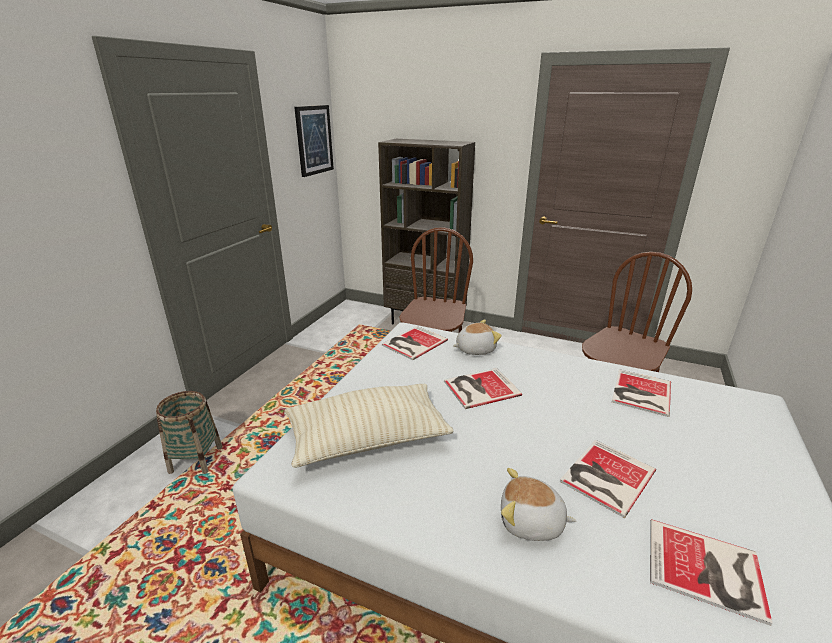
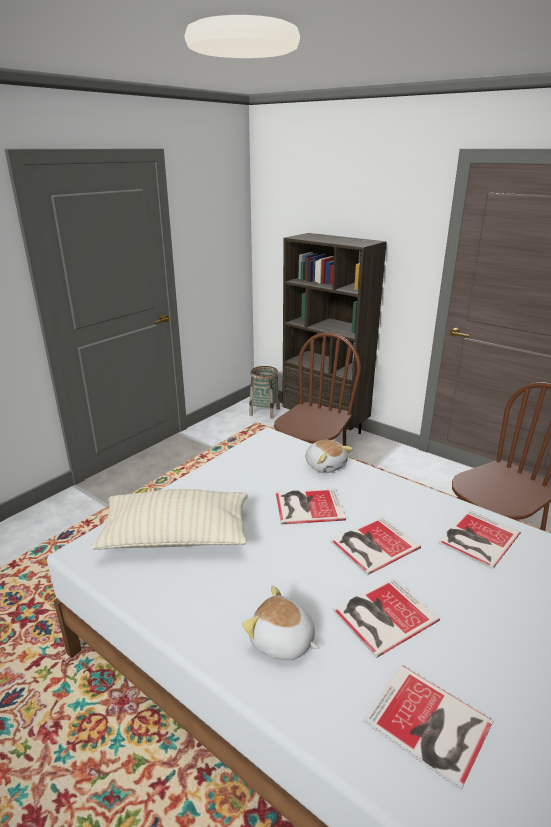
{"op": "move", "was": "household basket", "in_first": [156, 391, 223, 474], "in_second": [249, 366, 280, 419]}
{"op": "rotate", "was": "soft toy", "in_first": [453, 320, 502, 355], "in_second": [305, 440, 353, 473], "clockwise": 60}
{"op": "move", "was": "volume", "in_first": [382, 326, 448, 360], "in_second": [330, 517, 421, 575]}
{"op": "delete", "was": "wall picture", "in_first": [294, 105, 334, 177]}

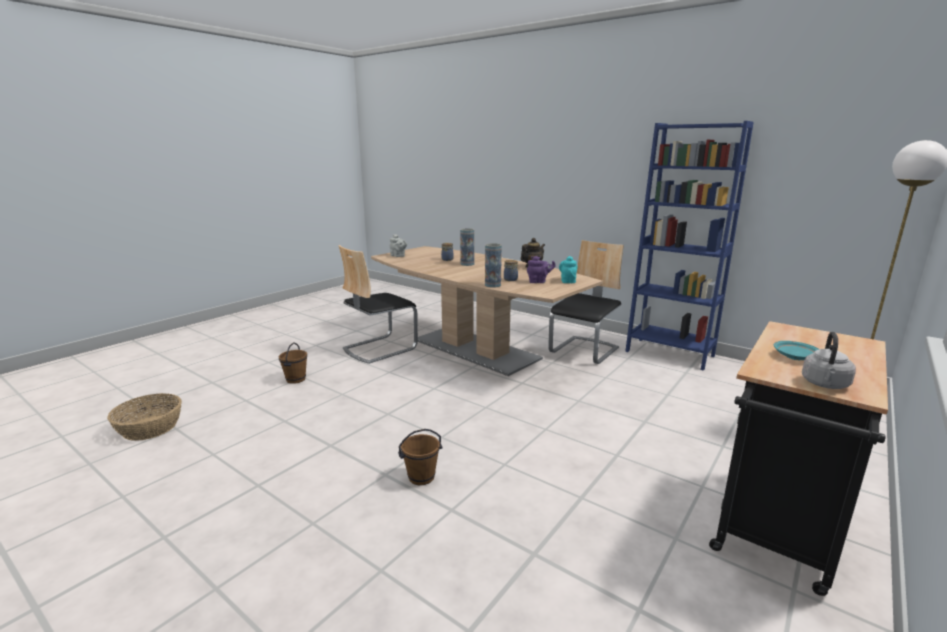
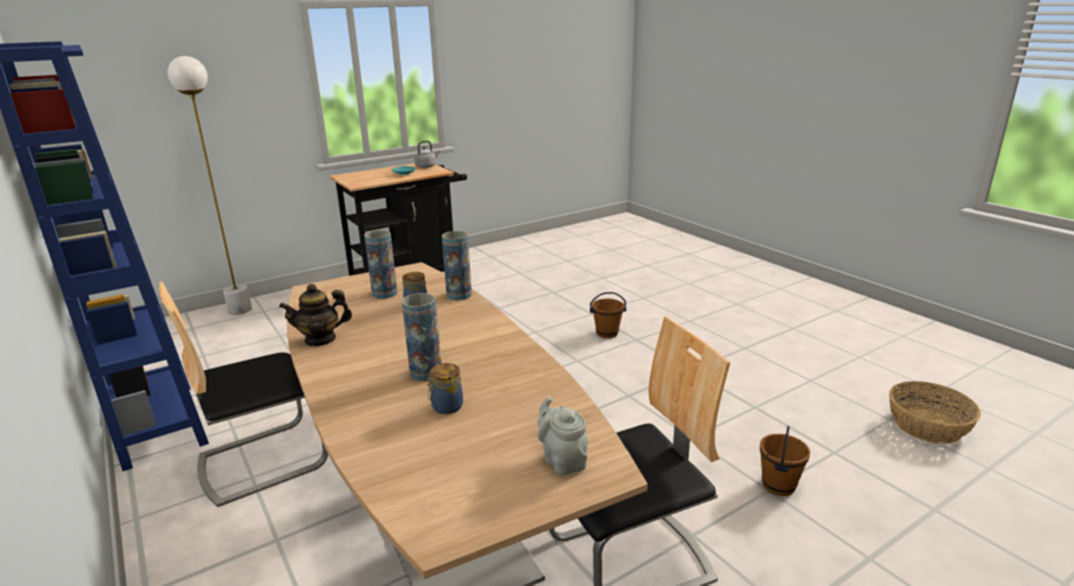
{"op": "replace", "was": "purple tea pot", "now": "vase", "in_first": [527, 256, 556, 283], "in_second": [364, 230, 397, 299]}
{"op": "delete", "was": "turquoise-coloured tea pot", "in_first": [559, 256, 578, 283]}

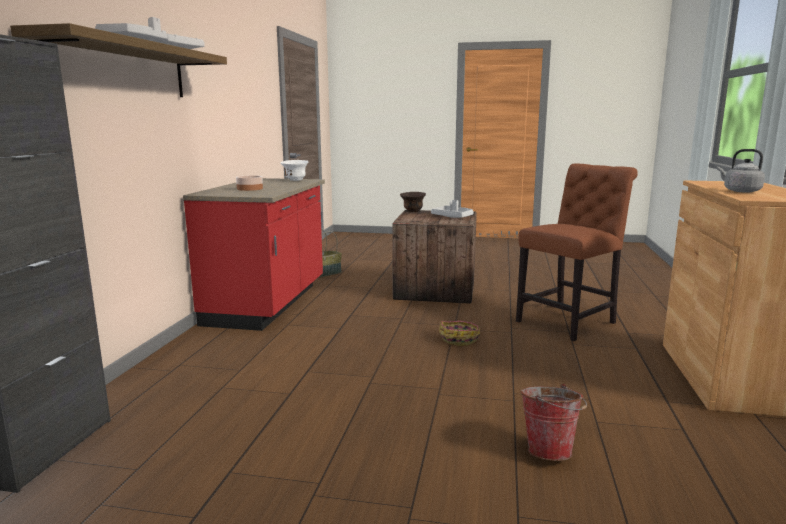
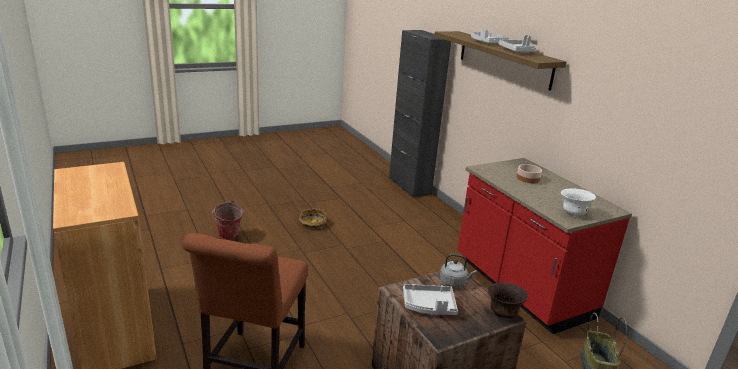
{"op": "move", "was": "household basket", "in_first": [439, 321, 480, 346], "in_second": [299, 208, 327, 229]}
{"op": "move", "was": "greyish water kettle", "in_first": [717, 149, 765, 193], "in_second": [440, 254, 477, 287]}

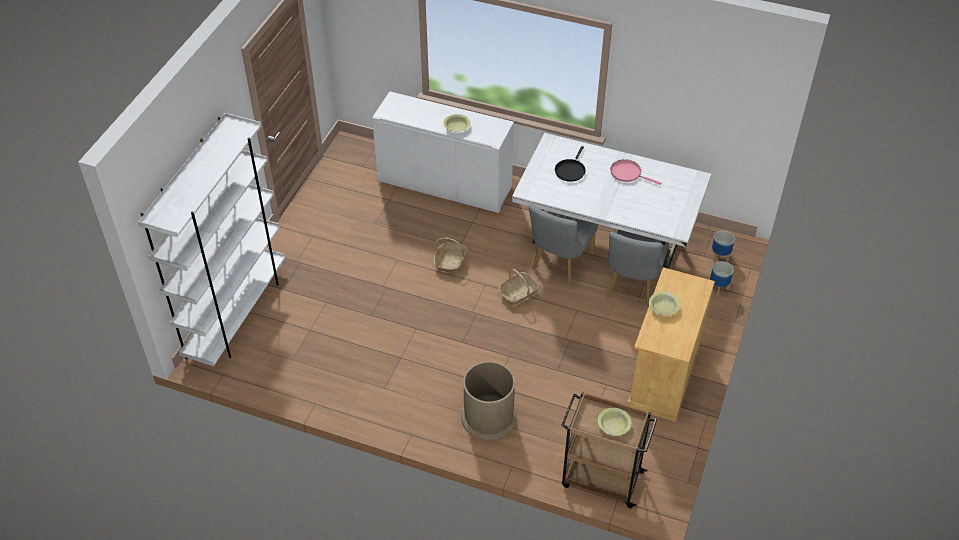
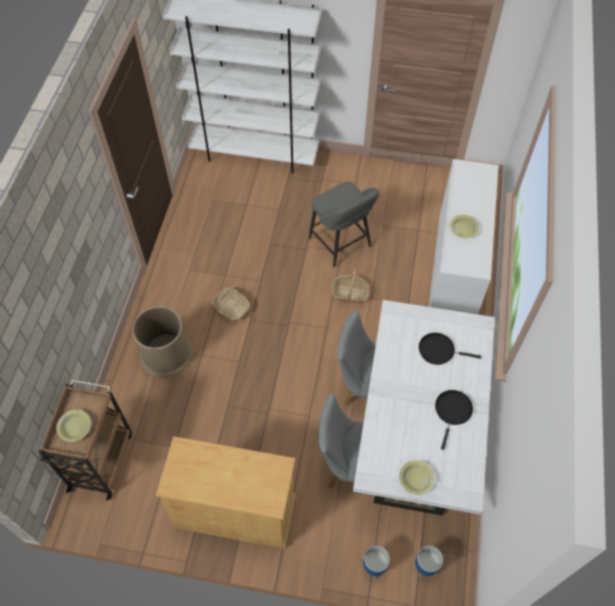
{"op": "move", "was": "household basket", "in_first": [499, 269, 539, 305], "in_second": [212, 286, 250, 322]}
{"op": "insert", "now": "greyish stool seat", "in_second": [309, 181, 379, 267]}
{"op": "move", "was": "yellowish deep dish", "in_first": [649, 292, 680, 315], "in_second": [399, 460, 435, 495]}
{"op": "recolor", "was": "pink frying pan", "now": "black-coloured frying pan", "in_first": [610, 159, 661, 185], "in_second": [435, 390, 473, 450]}

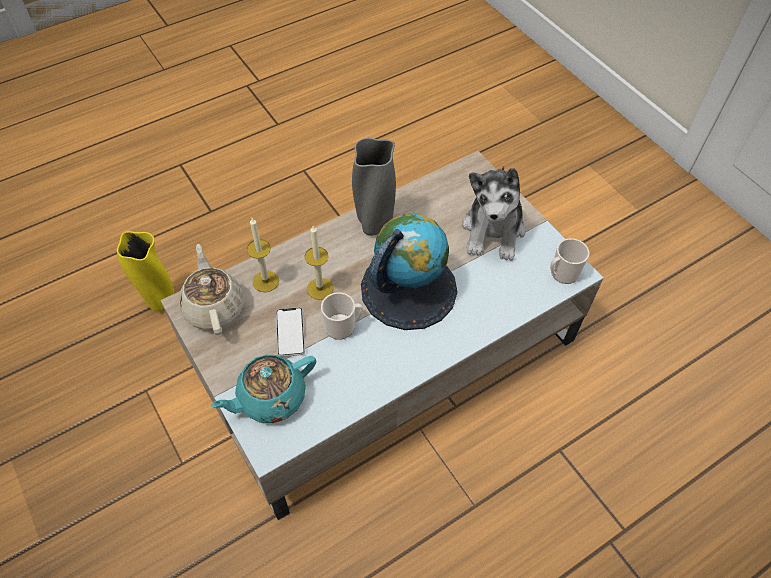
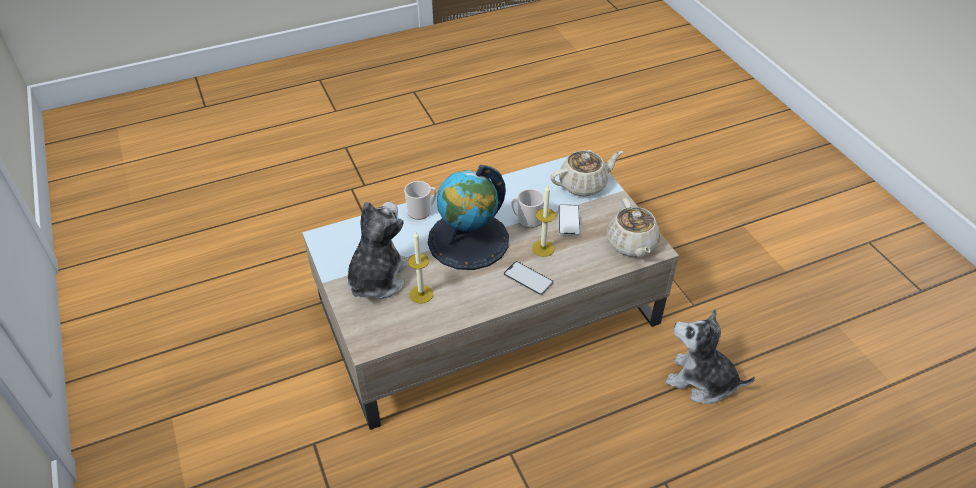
{"op": "move", "was": "coffee mug", "in_first": [550, 238, 589, 284], "in_second": [404, 181, 437, 220]}
{"op": "move", "was": "wax candle", "in_first": [247, 218, 279, 292], "in_second": [408, 231, 433, 304]}
{"op": "insert", "now": "phone", "in_second": [504, 261, 554, 295]}
{"op": "recolor", "was": "turquoise-coloured tea pot", "now": "sand-coloured tea pot", "in_first": [210, 355, 316, 423], "in_second": [550, 150, 623, 196]}
{"op": "replace", "was": "yellowish vase", "now": "soft toy", "in_first": [117, 231, 174, 312], "in_second": [665, 309, 755, 404]}
{"op": "delete", "was": "greyish vase", "in_first": [352, 138, 396, 236]}

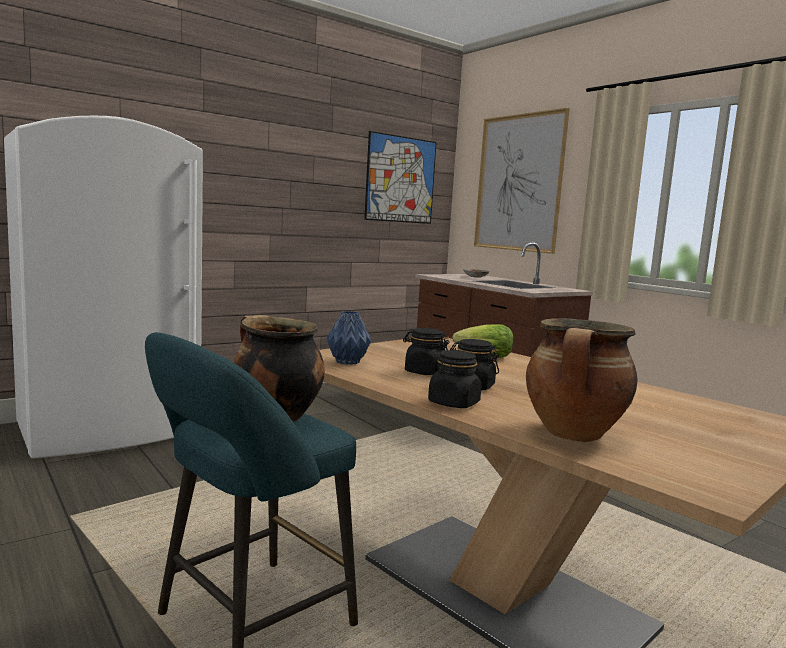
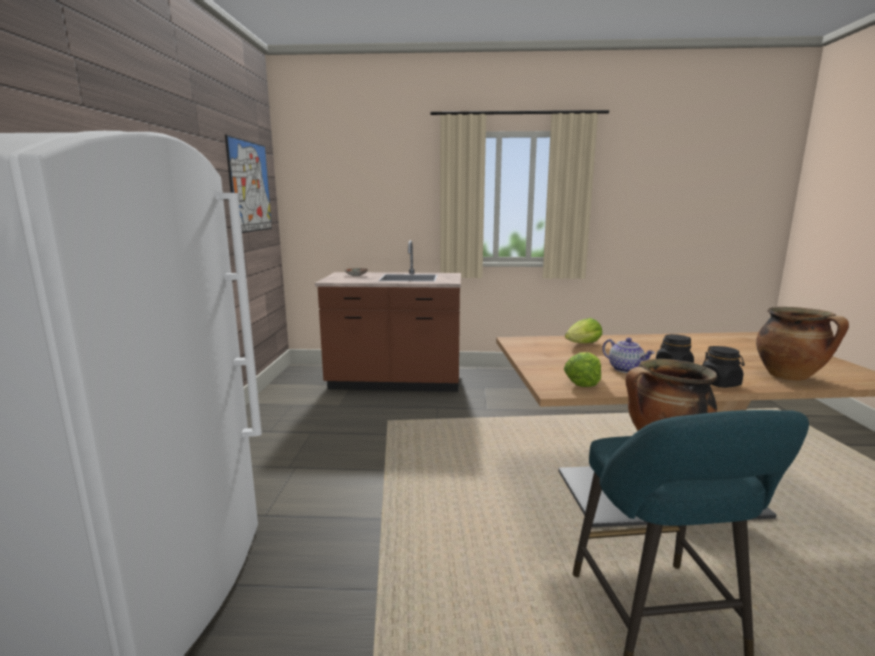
{"op": "replace", "was": "bluish vase", "now": "lettuce", "in_first": [326, 311, 371, 365], "in_second": [564, 352, 601, 387]}
{"op": "replace", "was": "black-coloured preserve jar", "now": "tea pot", "in_first": [403, 328, 449, 375], "in_second": [602, 338, 655, 373]}
{"op": "delete", "was": "wall picture", "in_first": [474, 108, 570, 254]}

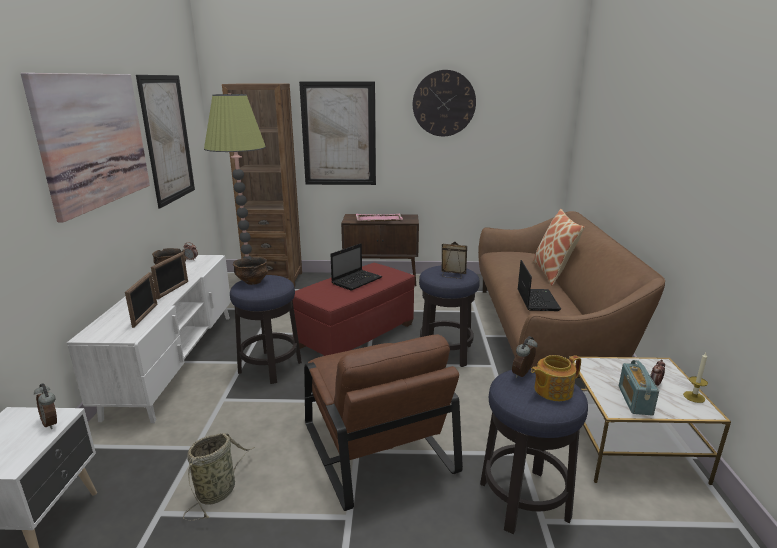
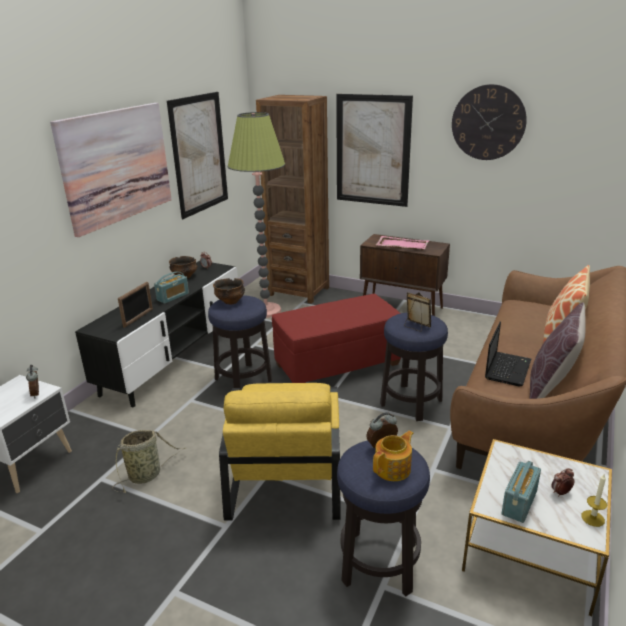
{"op": "recolor", "was": "white tv unit", "now": "black-coloured tv unit", "in_first": [67, 255, 231, 423], "in_second": [75, 261, 238, 408]}
{"op": "replace", "was": "standing frame", "now": "radio set", "in_first": [151, 252, 188, 299], "in_second": [154, 272, 189, 304]}
{"op": "recolor", "was": "brown armchair", "now": "yellowish armchair", "in_first": [304, 335, 463, 511], "in_second": [219, 383, 341, 521]}
{"op": "rotate", "was": "tea pot", "in_first": [531, 355, 581, 401], "in_second": [373, 431, 414, 481], "clockwise": 135}
{"op": "insert", "now": "brown throw pillow", "in_second": [529, 302, 586, 399]}
{"op": "delete", "was": "portable computer", "in_first": [330, 243, 382, 291]}

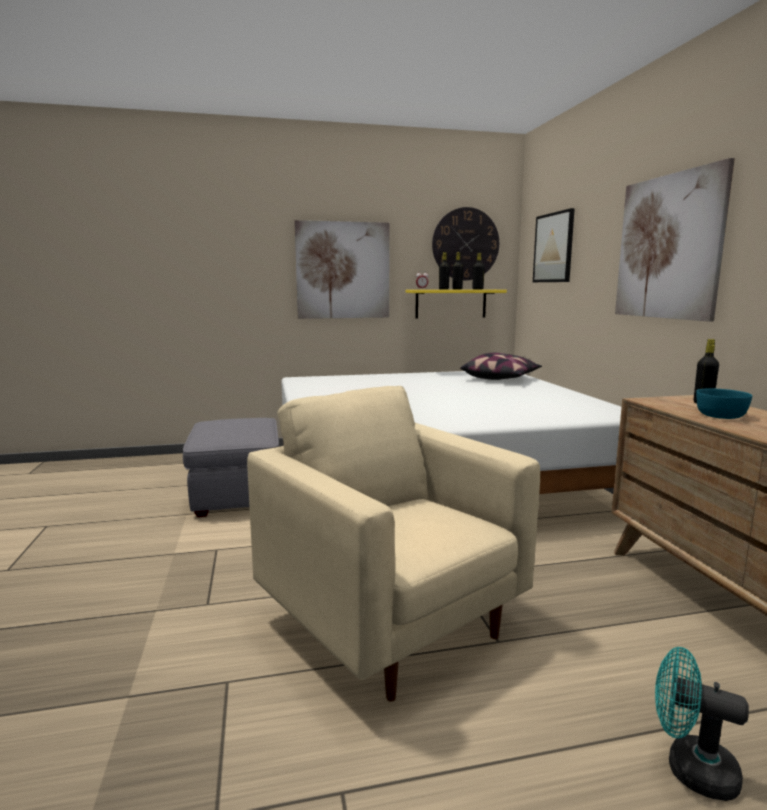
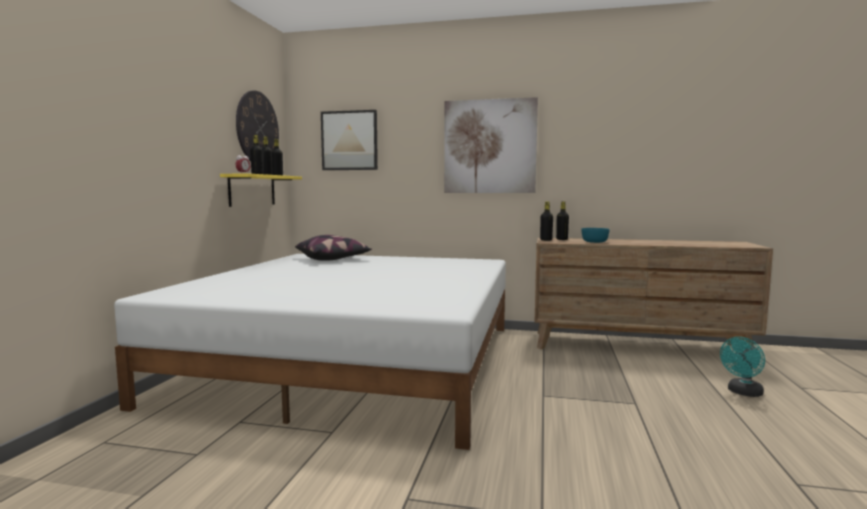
{"op": "insert", "now": "black-coloured drink bottle", "in_second": [540, 202, 553, 241]}
{"op": "delete", "was": "greyish ottoman", "in_first": [183, 418, 279, 517]}
{"op": "delete", "was": "sand-coloured armchair", "in_first": [247, 386, 540, 701]}
{"op": "delete", "was": "wall picture", "in_first": [294, 220, 389, 319]}

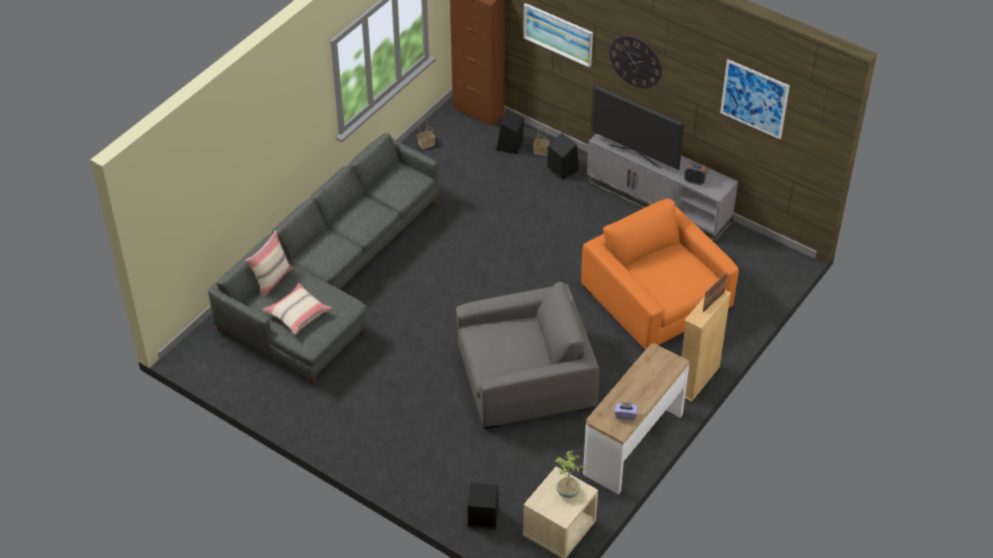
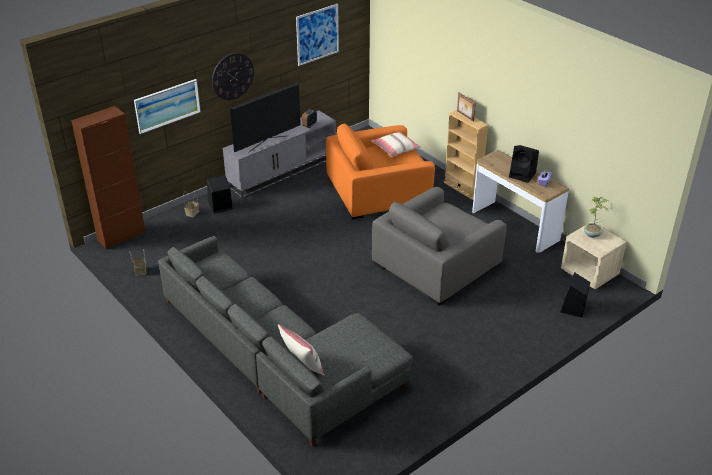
{"op": "move", "was": "sand-coloured throw pillow", "in_first": [263, 283, 332, 335], "in_second": [371, 132, 420, 157]}
{"op": "rotate", "was": "greyish armchair", "in_first": [456, 282, 599, 429], "in_second": [372, 187, 507, 306], "clockwise": -135}
{"op": "move", "was": "black-coloured audio speaker", "in_first": [497, 109, 524, 154], "in_second": [509, 145, 539, 183]}

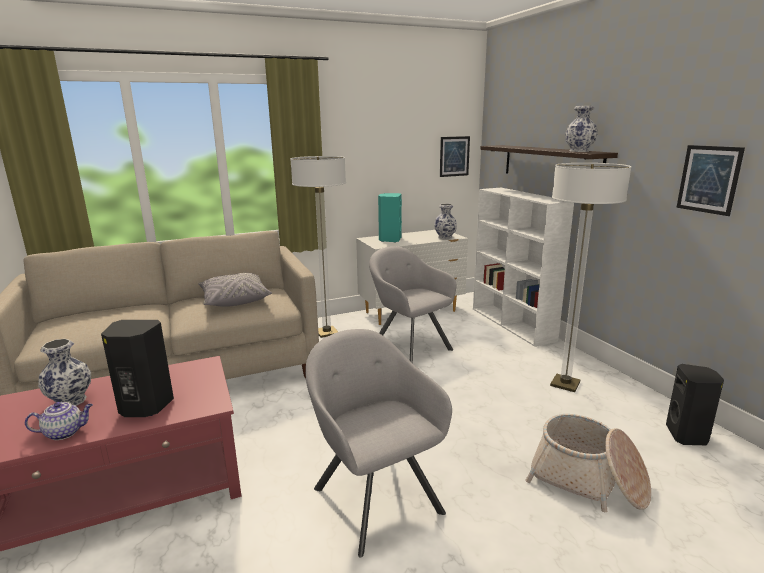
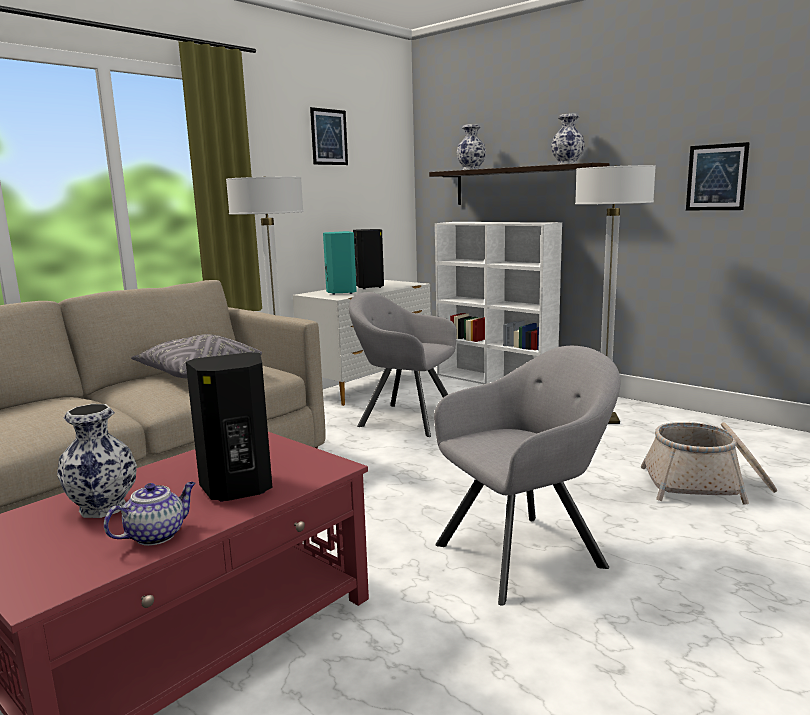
{"op": "move", "was": "wall picture", "in_first": [440, 136, 470, 177], "in_second": [310, 107, 348, 165]}
{"op": "move", "was": "black-coloured audio speaker", "in_first": [666, 364, 724, 445], "in_second": [353, 229, 384, 289]}
{"op": "rotate", "was": "greyish armchair", "in_first": [305, 329, 452, 558], "in_second": [434, 346, 621, 606], "clockwise": 120}
{"op": "move", "was": "vase", "in_first": [434, 204, 457, 239], "in_second": [457, 124, 486, 170]}

